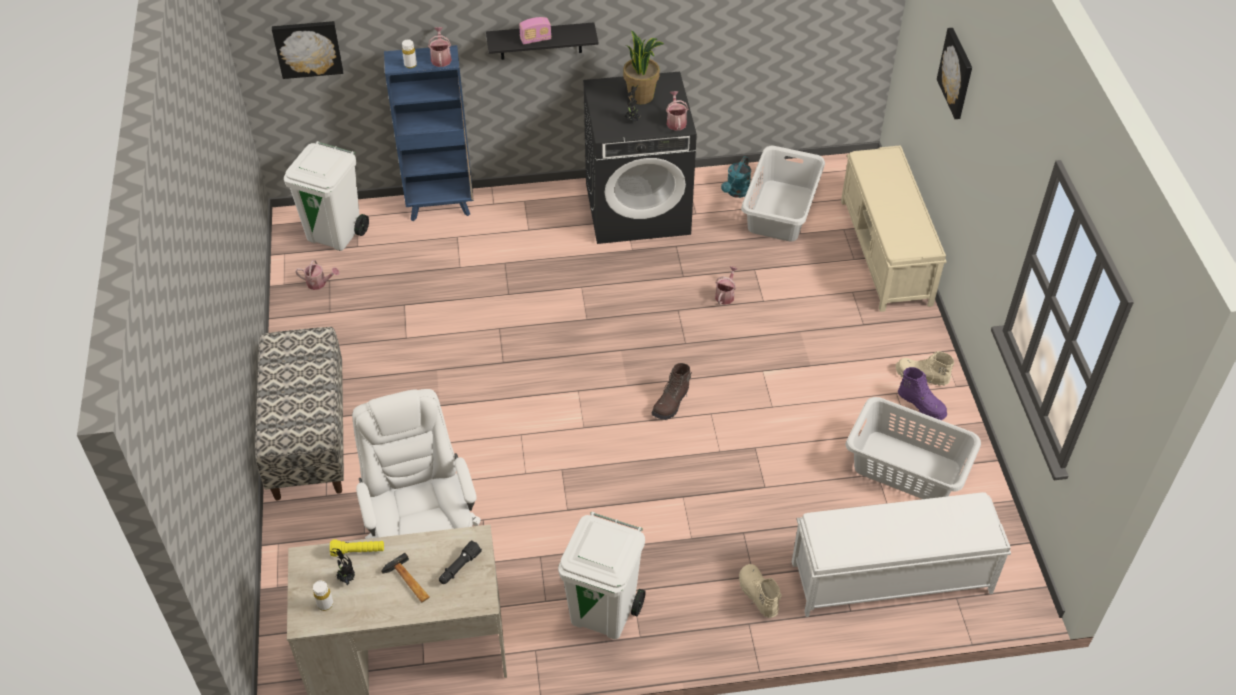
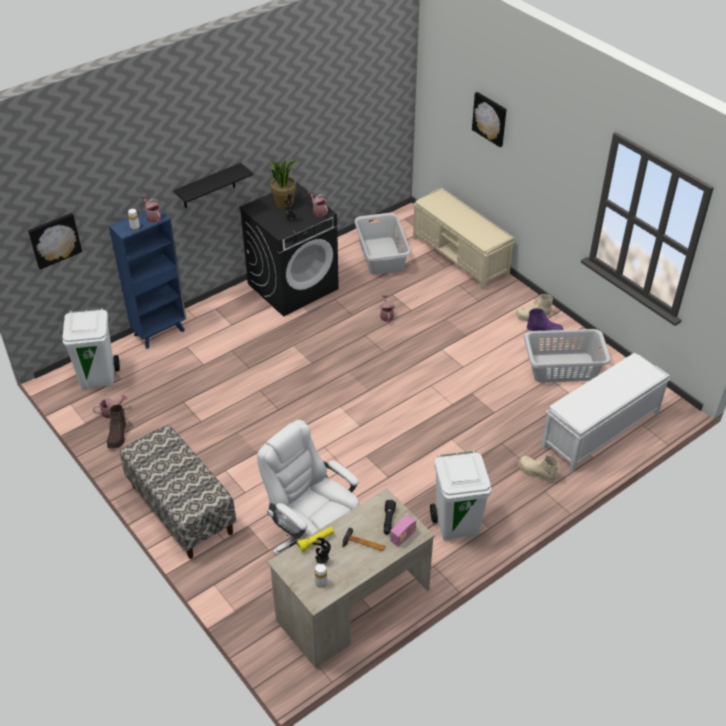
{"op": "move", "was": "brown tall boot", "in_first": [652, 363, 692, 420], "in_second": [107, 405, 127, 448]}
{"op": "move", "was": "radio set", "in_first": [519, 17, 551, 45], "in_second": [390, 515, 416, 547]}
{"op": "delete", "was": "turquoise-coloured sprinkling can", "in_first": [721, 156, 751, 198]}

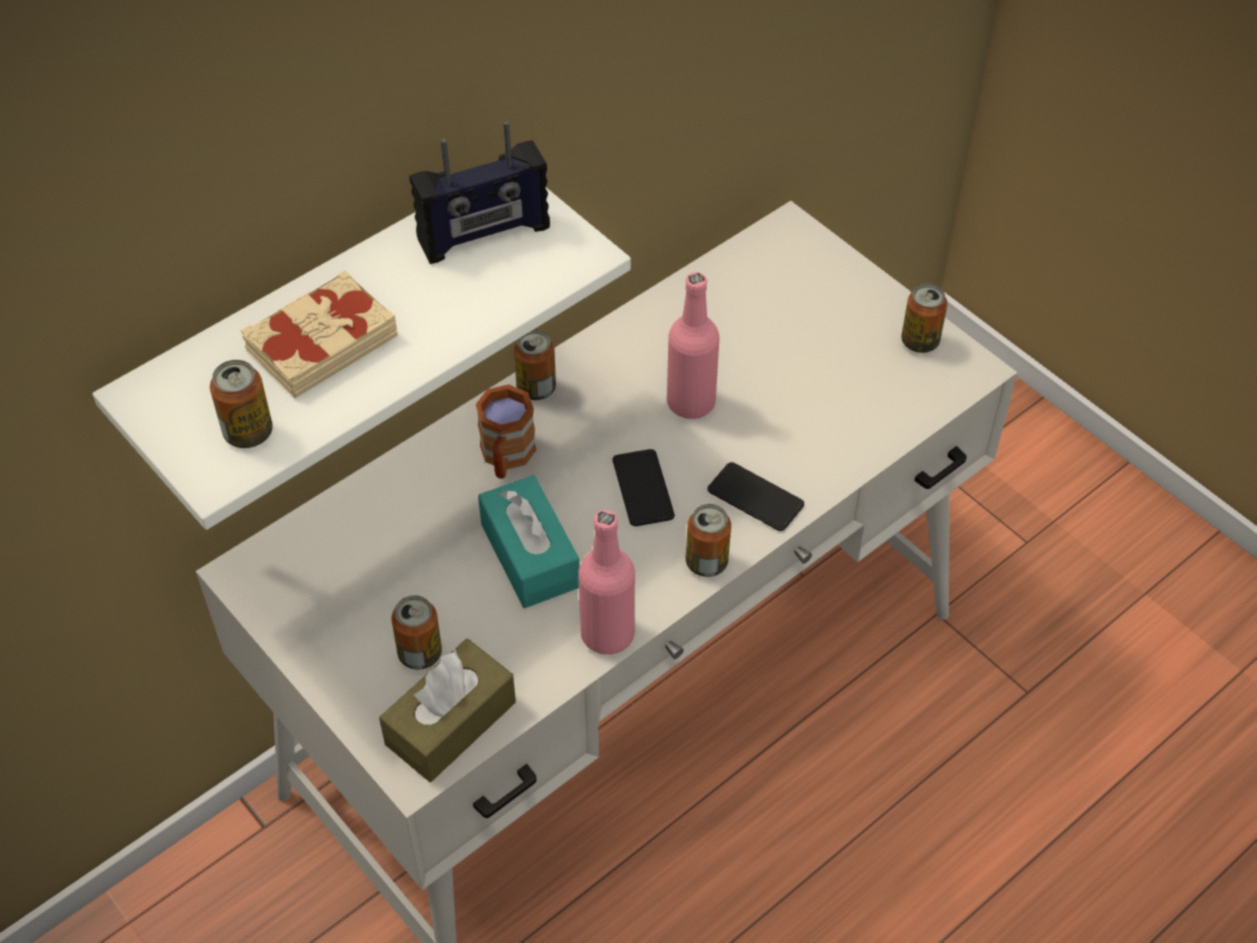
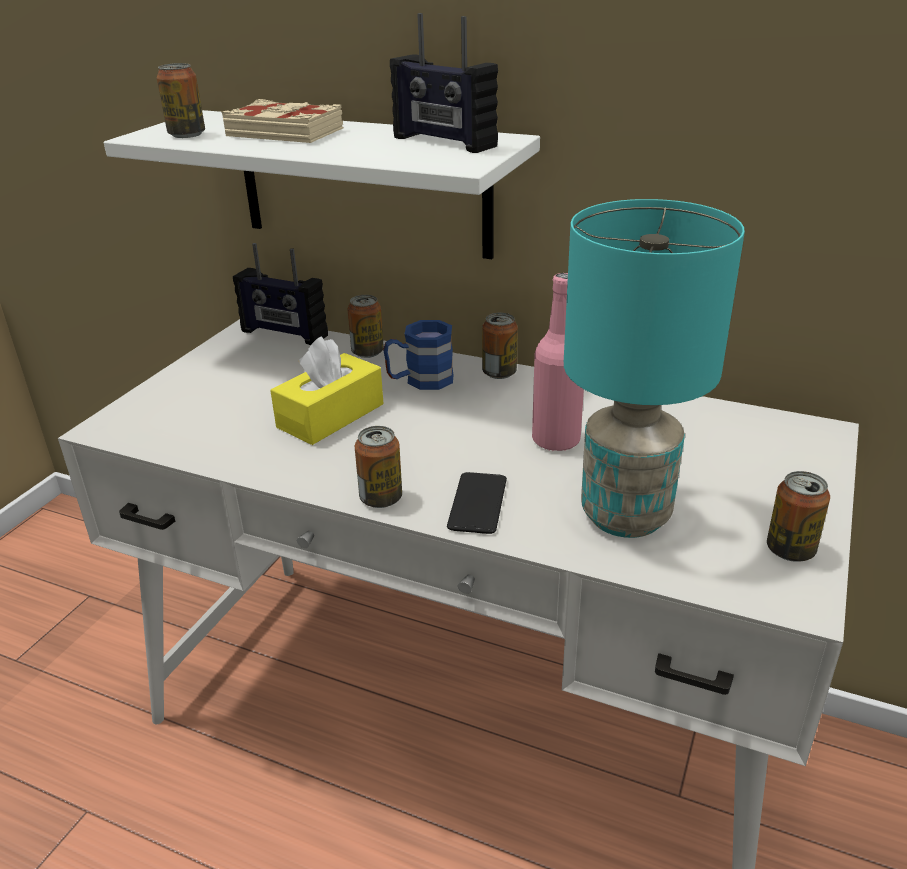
{"op": "insert", "now": "radio set", "in_second": [233, 243, 328, 345]}
{"op": "recolor", "was": "turquoise-coloured box of tissues", "now": "yellowish box of tissues", "in_first": [478, 475, 580, 608], "in_second": [270, 336, 384, 445]}
{"op": "move", "was": "can", "in_first": [391, 595, 442, 669], "in_second": [347, 295, 384, 358]}
{"op": "recolor", "was": "brown coffee mug", "now": "bluish coffee mug", "in_first": [475, 384, 536, 479], "in_second": [383, 320, 454, 390]}
{"op": "insert", "now": "turquoise-coloured lamp for a table", "in_second": [564, 199, 745, 538]}
{"op": "delete", "was": "brown box of tissues", "in_first": [379, 639, 516, 782]}
{"op": "delete", "was": "pink drink bottle", "in_first": [578, 510, 635, 655]}
{"op": "delete", "was": "phone", "in_first": [612, 449, 675, 526]}

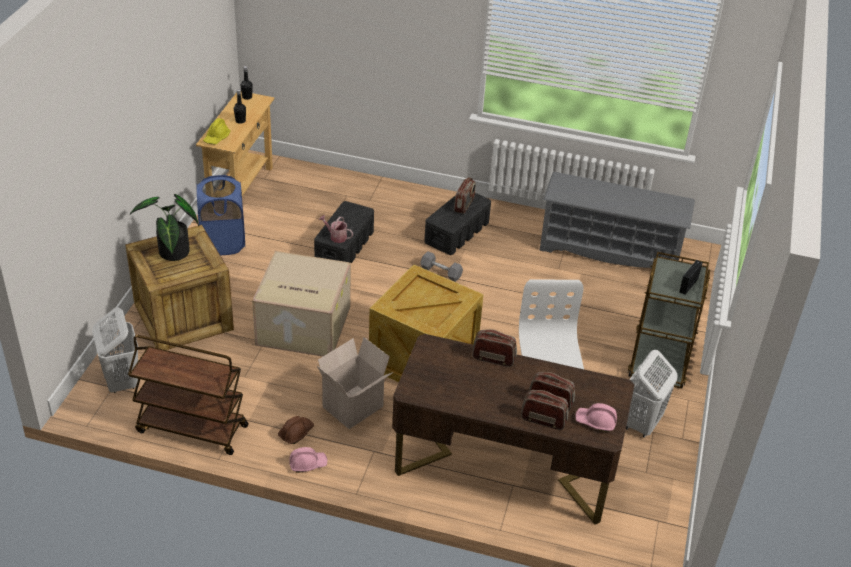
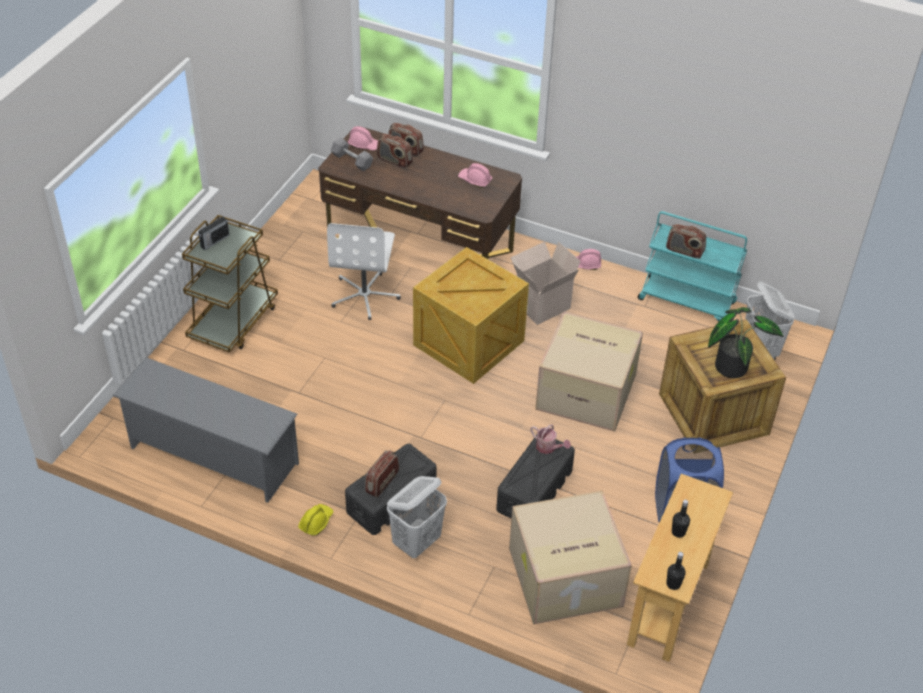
{"op": "move", "was": "yellowish safety helmet", "in_first": [203, 118, 230, 144], "in_second": [298, 504, 333, 536]}
{"op": "move", "was": "greyish free weight", "in_first": [420, 251, 463, 282], "in_second": [331, 138, 373, 171]}
{"op": "move", "was": "white washing basket", "in_first": [626, 350, 678, 438], "in_second": [387, 476, 447, 558]}
{"op": "insert", "now": "pink safety helmet", "in_second": [458, 163, 492, 188]}
{"op": "insert", "now": "cardboard box", "in_second": [509, 491, 632, 625]}
{"op": "recolor", "was": "brown cart", "now": "turquoise-coloured cart", "in_first": [128, 335, 249, 455], "in_second": [638, 211, 747, 322]}
{"op": "move", "was": "radio set", "in_first": [472, 329, 517, 367], "in_second": [666, 224, 706, 259]}
{"op": "delete", "was": "brown safety helmet", "in_first": [278, 416, 314, 444]}

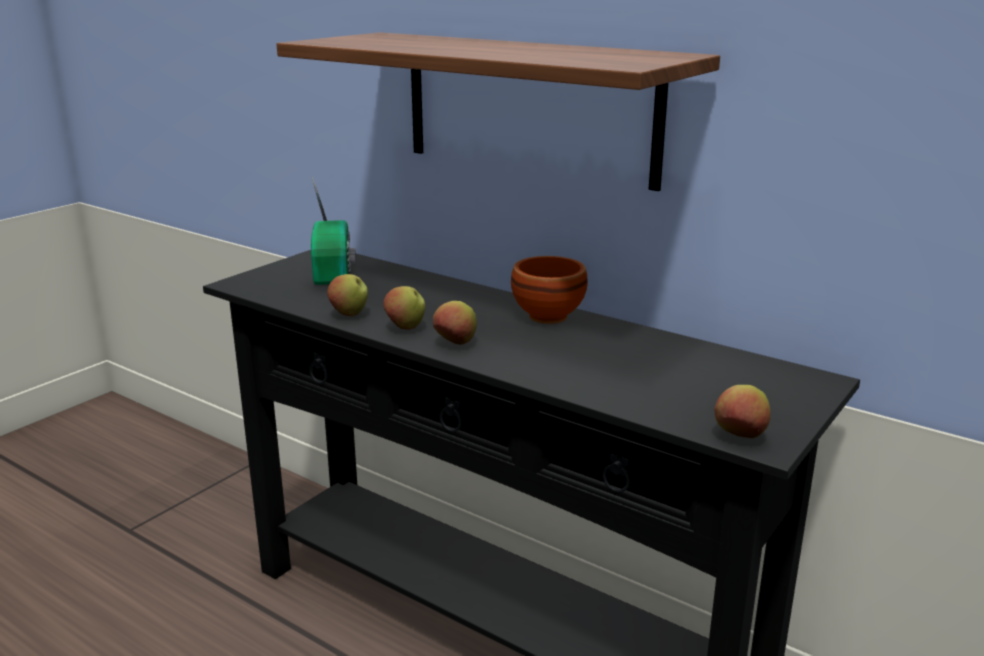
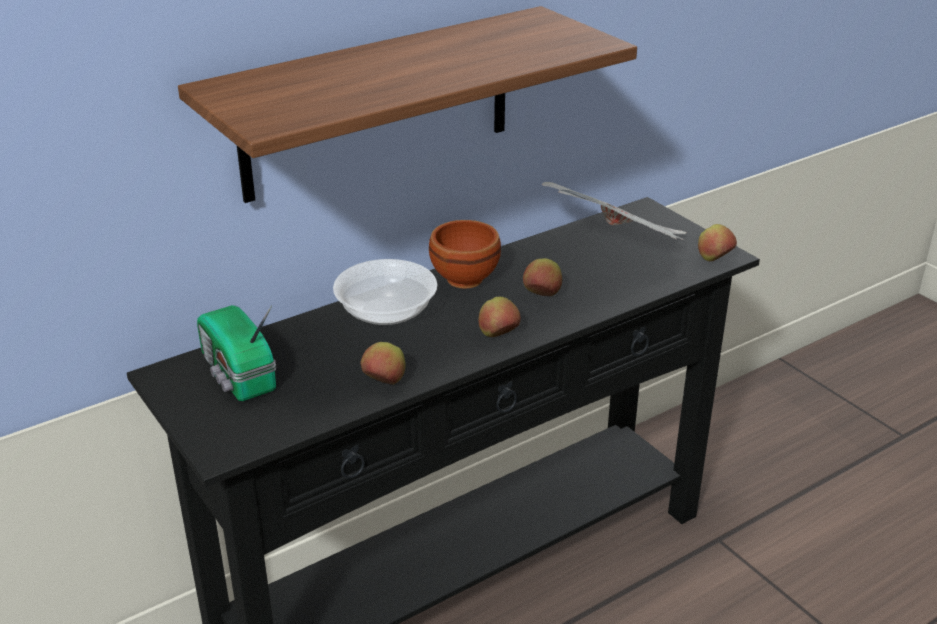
{"op": "rotate", "was": "radio set", "in_first": [311, 177, 356, 285], "in_second": [197, 305, 276, 401], "clockwise": -135}
{"op": "insert", "now": "deep dish", "in_second": [333, 259, 437, 325]}
{"op": "move", "was": "whole apple", "in_first": [383, 286, 425, 330], "in_second": [523, 258, 562, 296]}
{"op": "insert", "now": "daily paper", "in_second": [541, 182, 686, 240]}

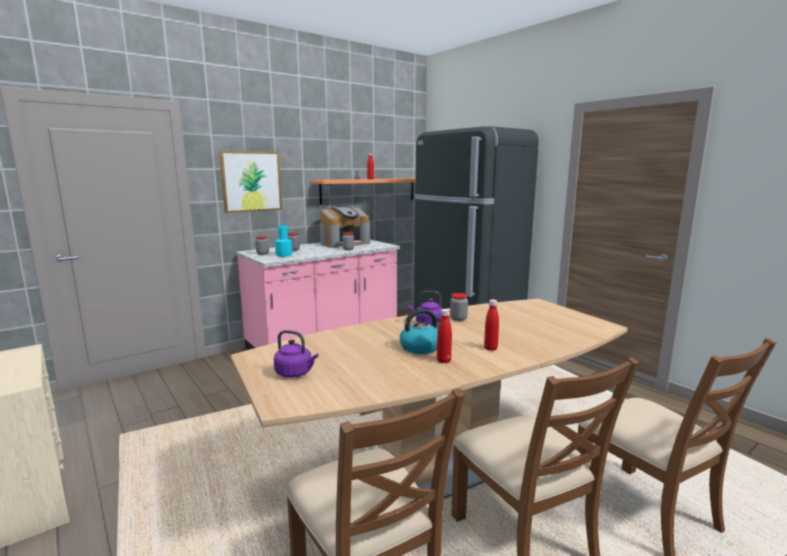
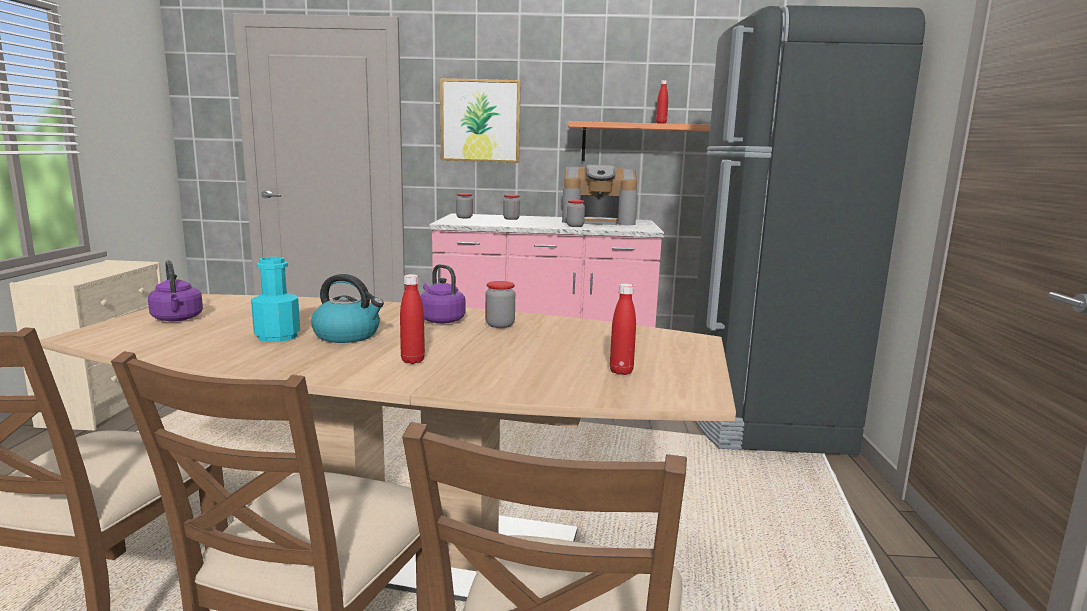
{"op": "move", "was": "turquoise-coloured drink bottle", "in_first": [275, 225, 293, 257], "in_second": [251, 257, 300, 342]}
{"op": "move", "was": "reddish drink bottle", "in_first": [437, 309, 452, 363], "in_second": [610, 283, 636, 375]}

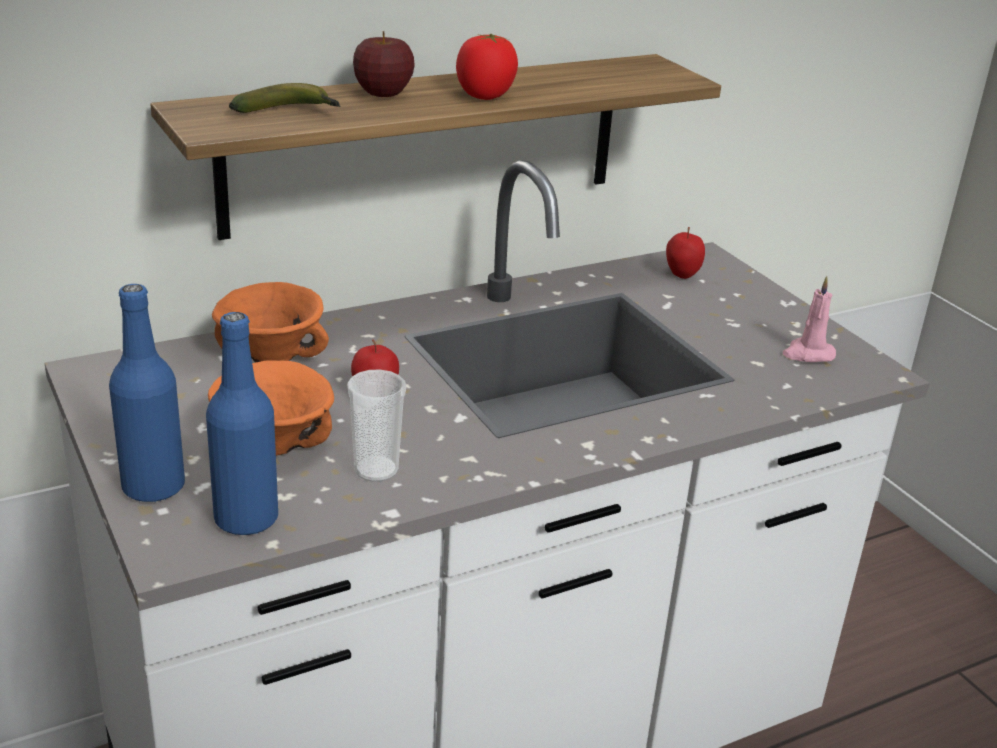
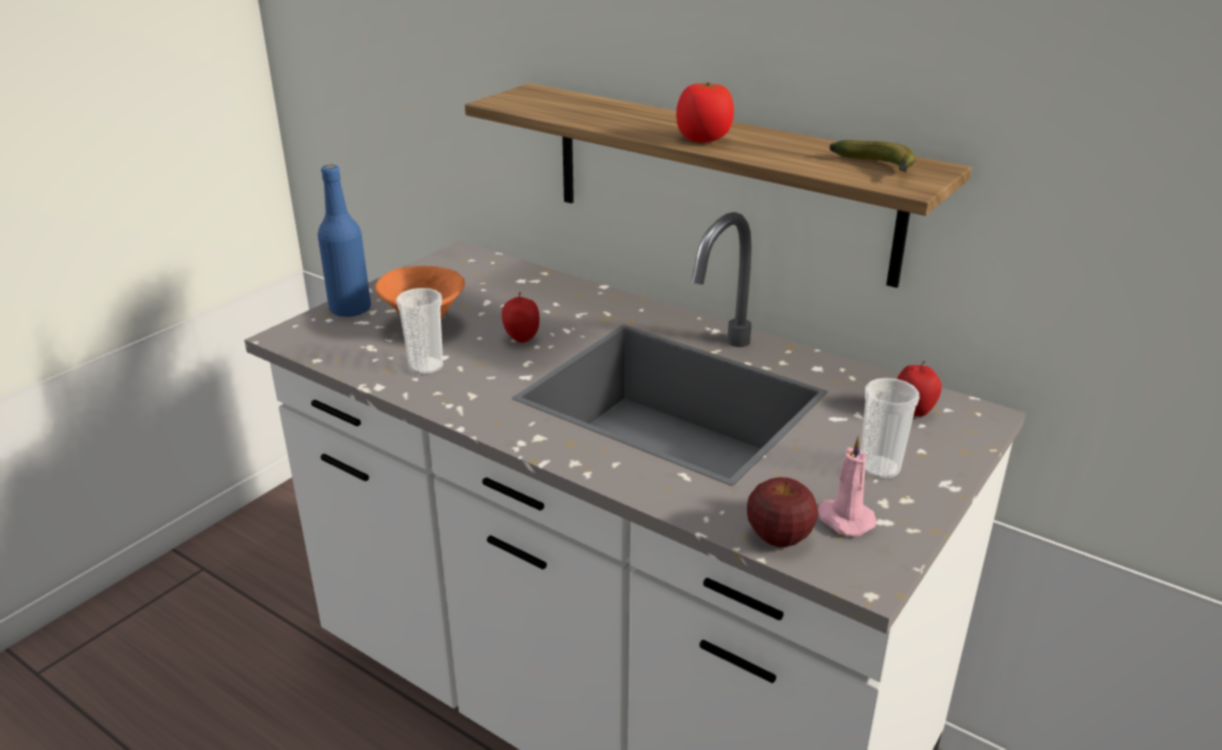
{"op": "move", "was": "whole apple", "in_first": [353, 31, 415, 97], "in_second": [747, 477, 818, 547]}
{"op": "move", "was": "whole banana", "in_first": [229, 83, 341, 113], "in_second": [829, 140, 916, 173]}
{"op": "insert", "now": "drinking cup", "in_second": [861, 378, 920, 479]}
{"op": "delete", "was": "bluish drink bottle", "in_first": [206, 312, 278, 535]}
{"op": "delete", "was": "orange deep dish", "in_first": [212, 282, 329, 362]}

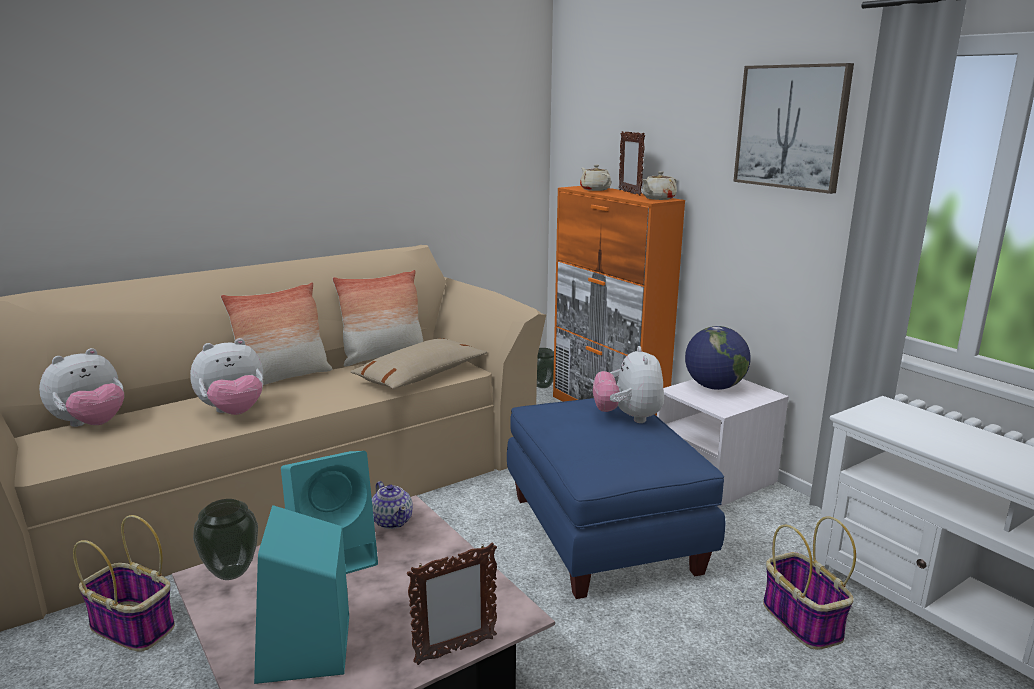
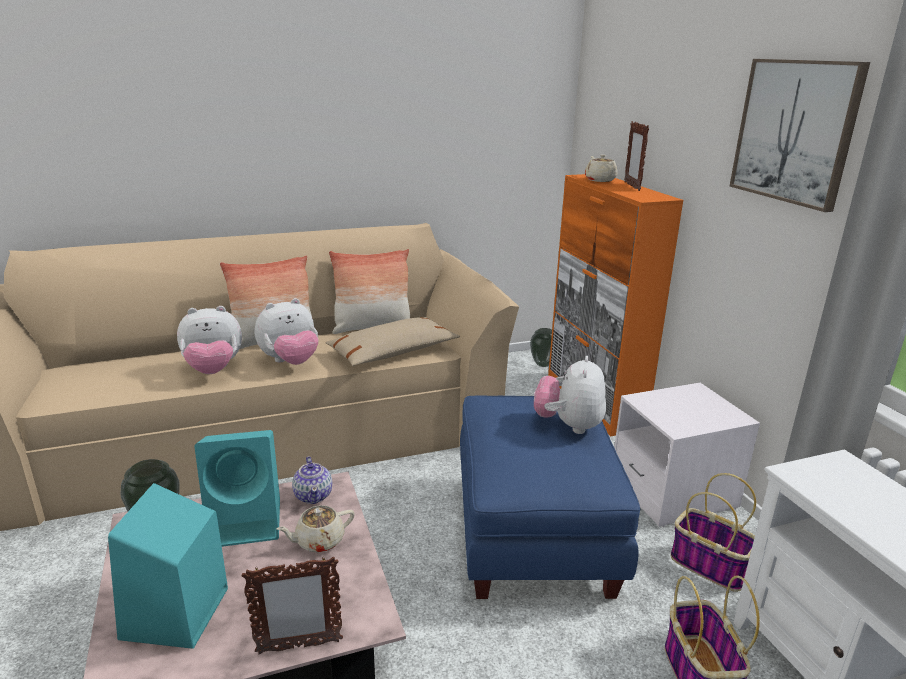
{"op": "move", "was": "soft toy", "in_first": [39, 348, 124, 427], "in_second": [255, 298, 318, 365]}
{"op": "move", "was": "sand-coloured tea pot", "in_first": [642, 171, 677, 200], "in_second": [276, 505, 355, 553]}
{"op": "move", "was": "household basket", "in_first": [73, 515, 175, 652], "in_second": [670, 473, 756, 592]}
{"op": "delete", "was": "globe", "in_first": [685, 326, 751, 390]}

